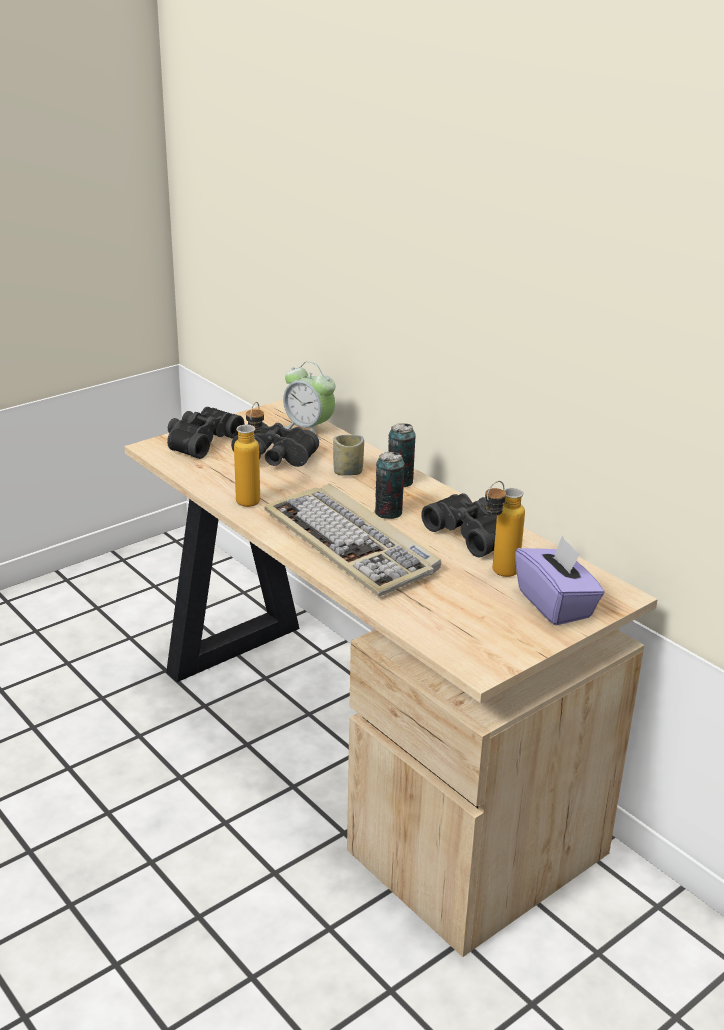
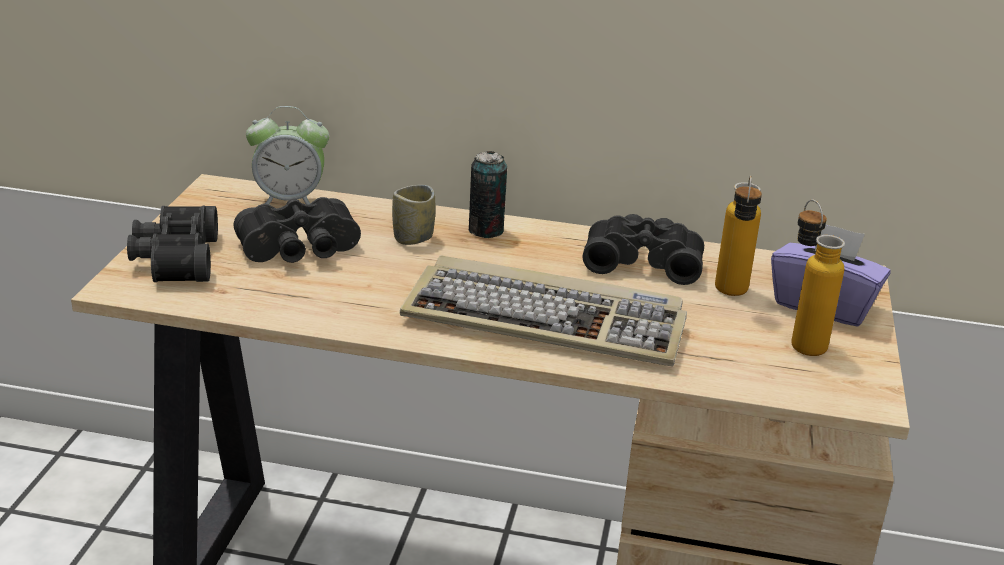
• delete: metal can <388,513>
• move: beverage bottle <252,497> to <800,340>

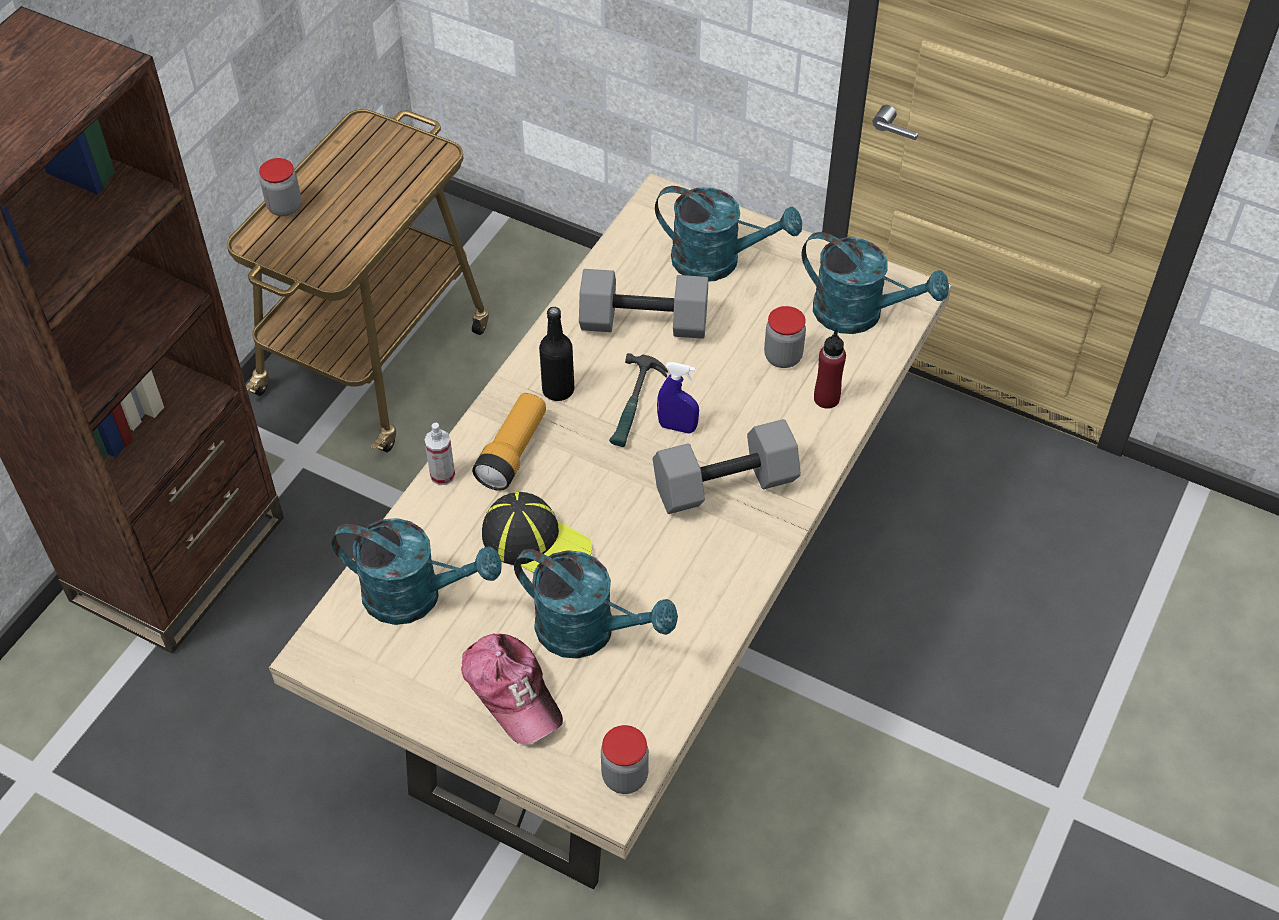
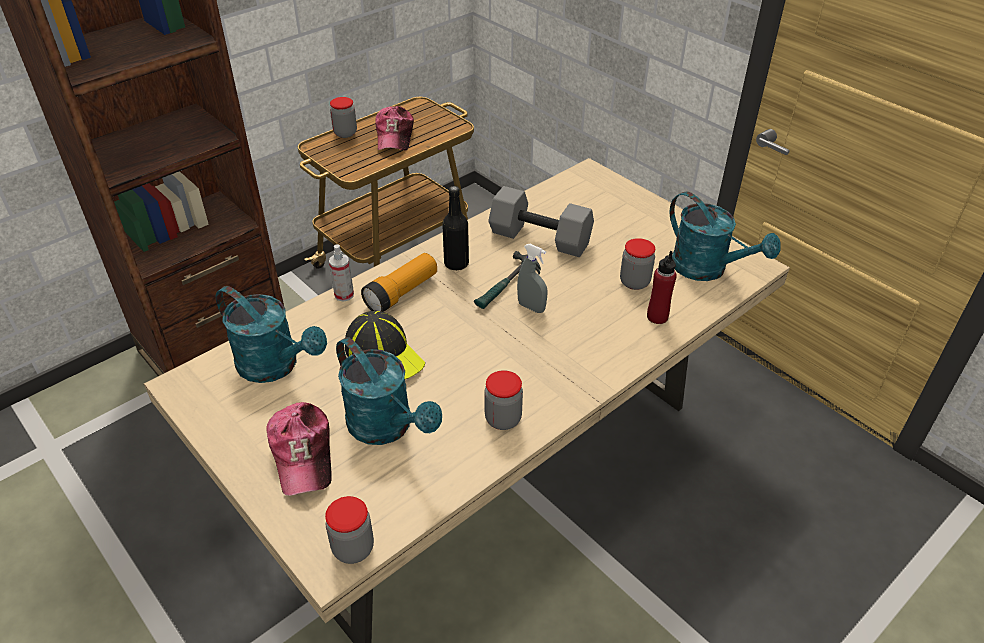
• delete: grey dumbbell <725,483>
• delete: turquoise-coloured watering pot <718,261>
• insert: cap <395,136>
• insert: preserve jar <503,419>
• recolor: blue-coloured spray bottle <677,427> to grey spray bottle <531,307>

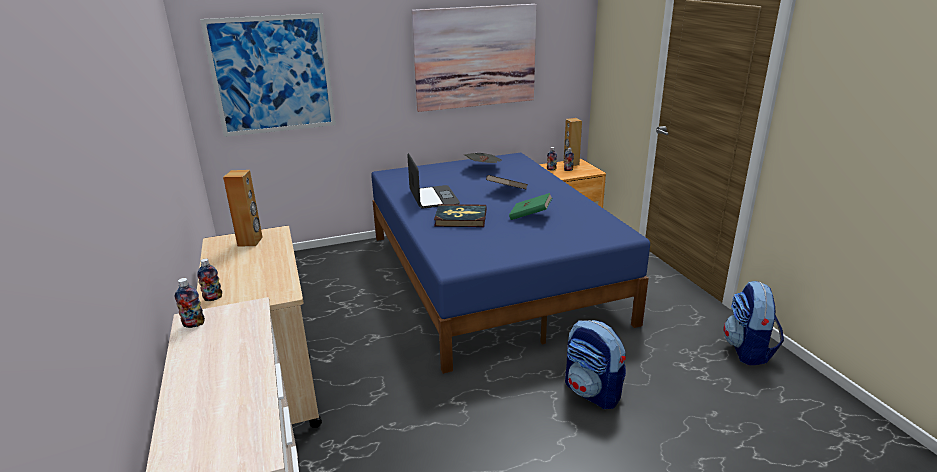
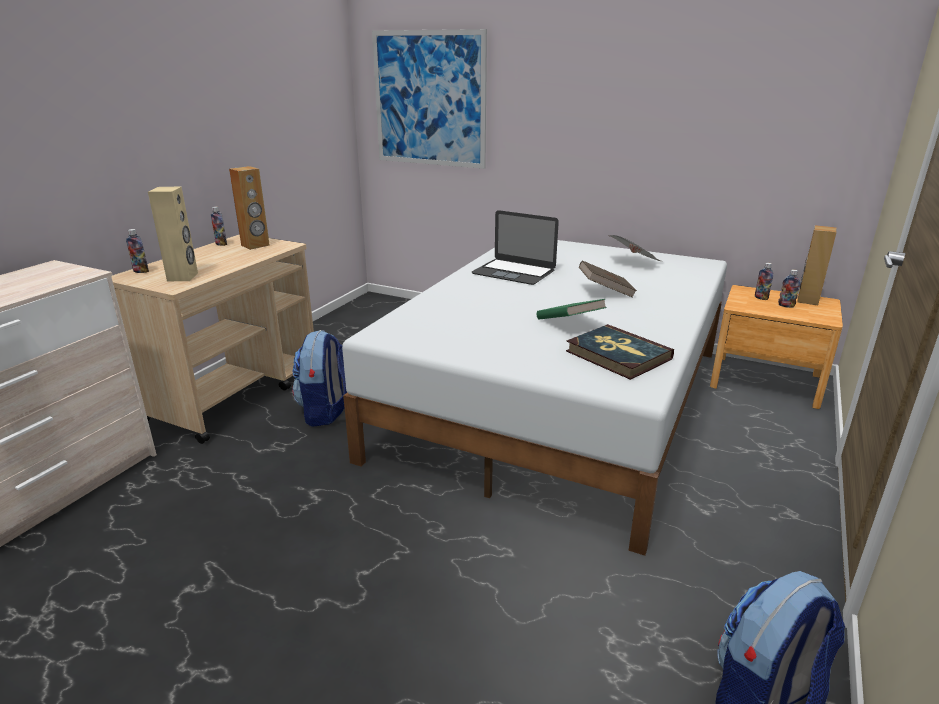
• delete: picture <475,57>
• insert: sand-coloured loudspeaker <183,277>
• move: beverage bottle <194,324> to <221,244>
• move: volume <460,218> to <618,355>
• move: rucksack <593,392> to <325,412>
• recolor: blue-coloured bedroom bed <491,276> to white-coloured bedroom bed <559,401>
• rotate: laptop <433,197> = <513,272> 90 degrees clockwise

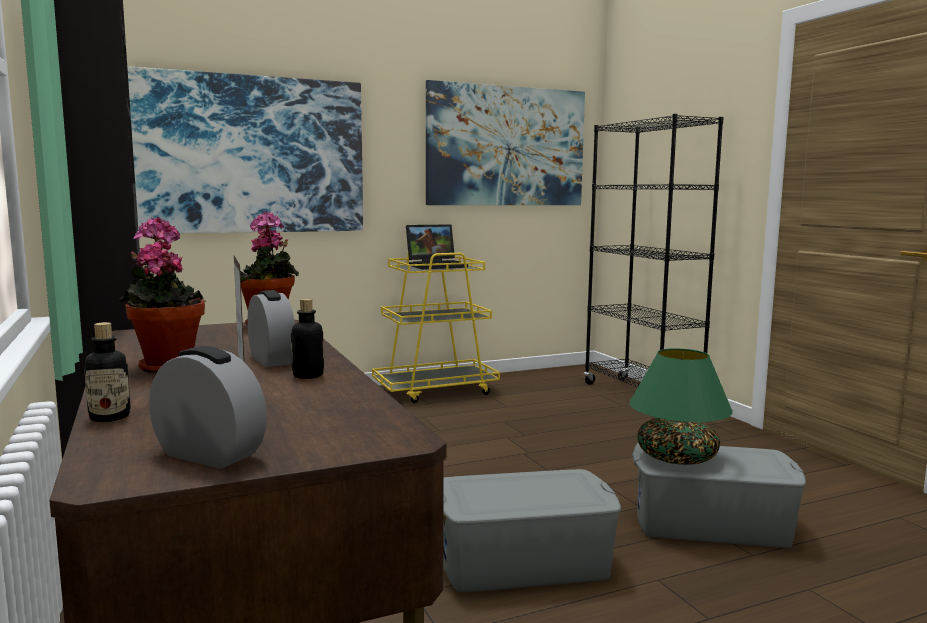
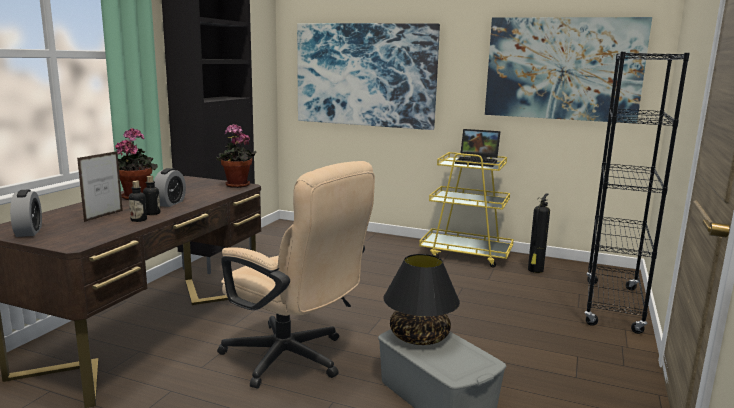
• insert: extinguisher <535,270>
• move: beverage bottle <109,417> to <138,220>
• replace: grey storage bin <524,563> to sand-coloured computer chair <293,360>
• recolor: green-coloured lamp for a table <676,458> to black-coloured lamp for a table <418,337>

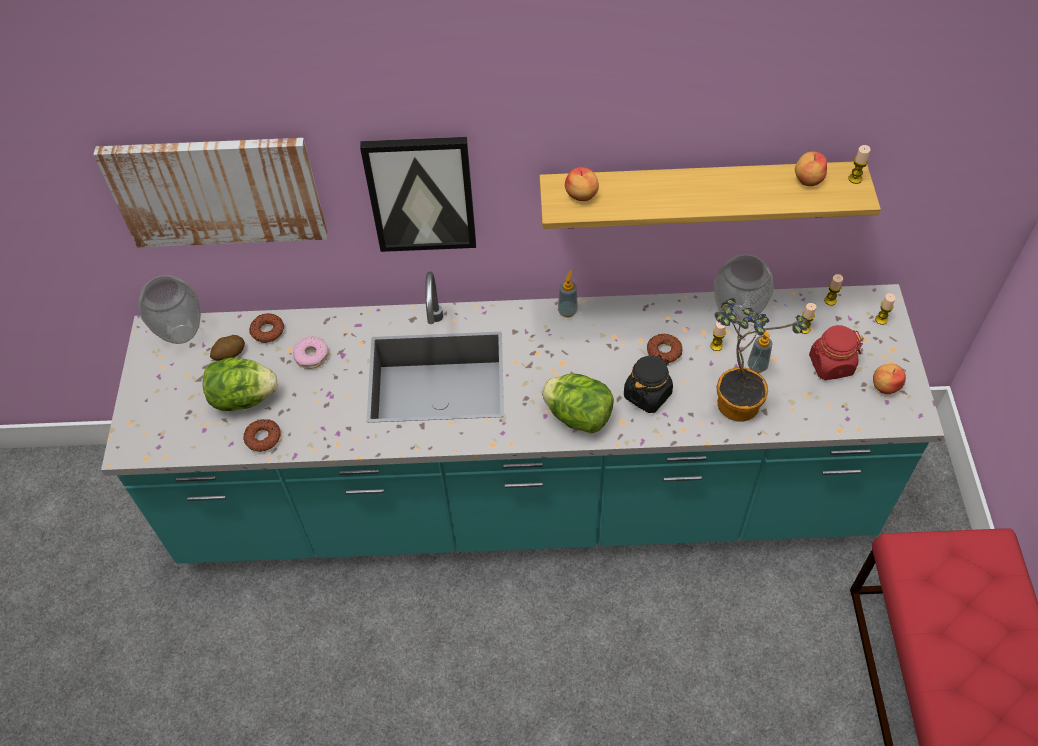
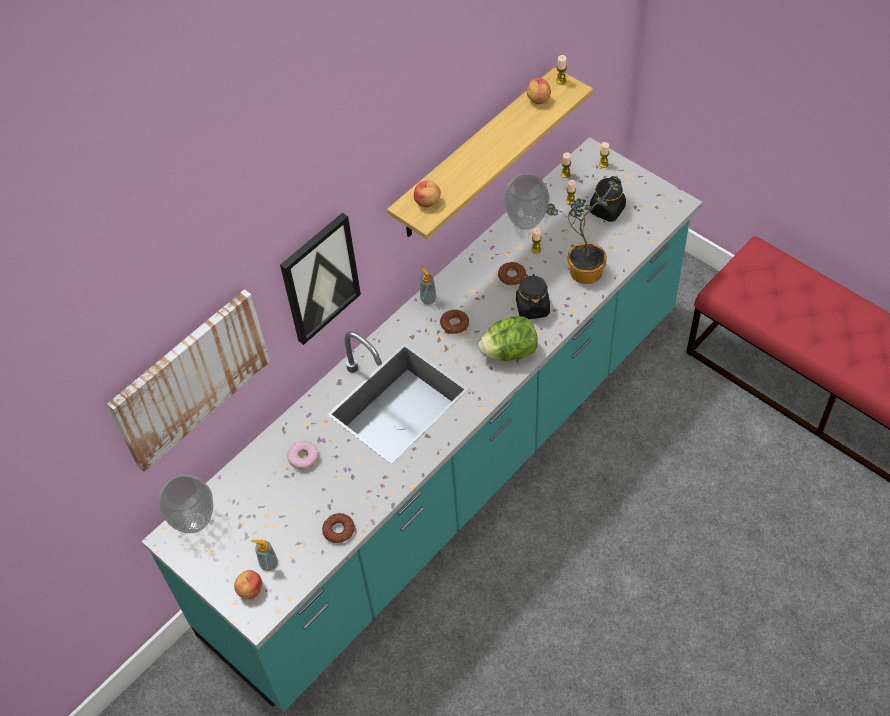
• delete: head of lettuce <243,398>
• delete: whole potato <230,354>
• move: donut <267,331> to <454,324>
• move: soap bottle <757,366> to <269,563>
• move: whole apple <885,386> to <250,589>
• recolor: red preserve jar <830,365> to black-coloured preserve jar <607,210>

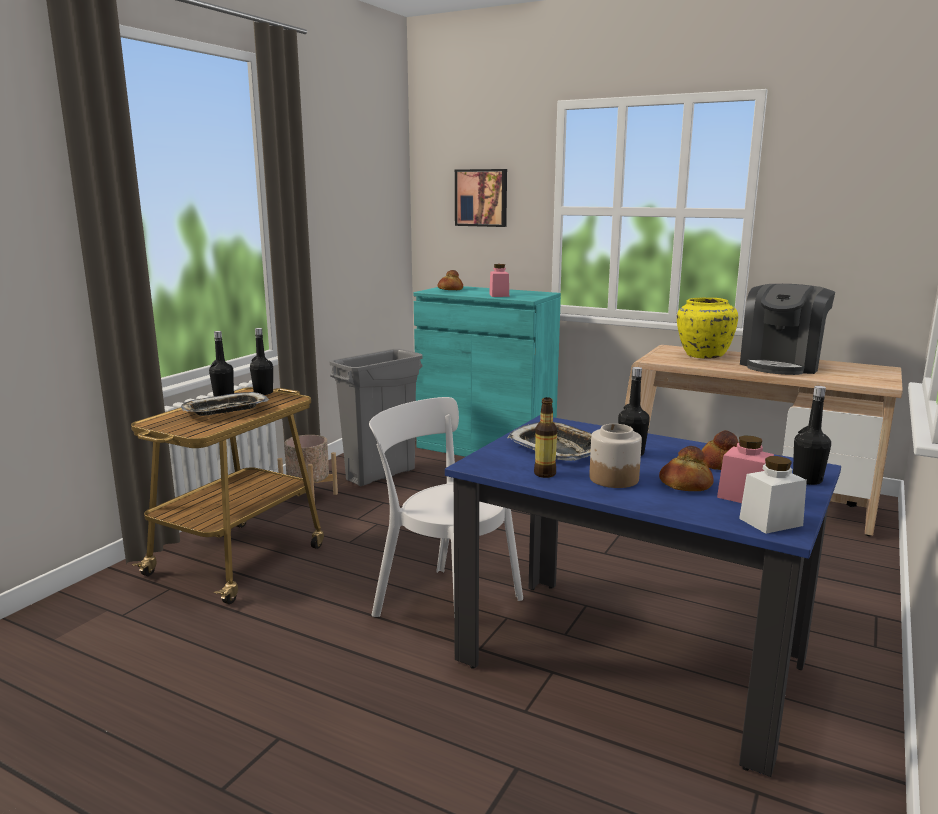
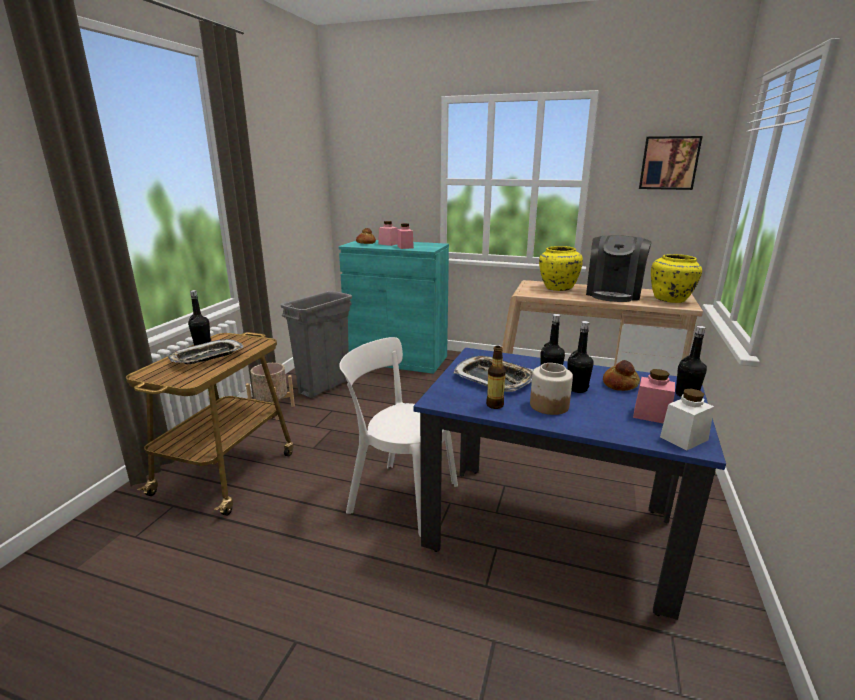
• delete: bread <685,485>
• insert: pink preserve jar <388,244>
• insert: yellow decorative vase <671,300>
• move: black-coloured beverage bottle <263,393> to <577,389>
• move: picture <482,198> to <669,163>

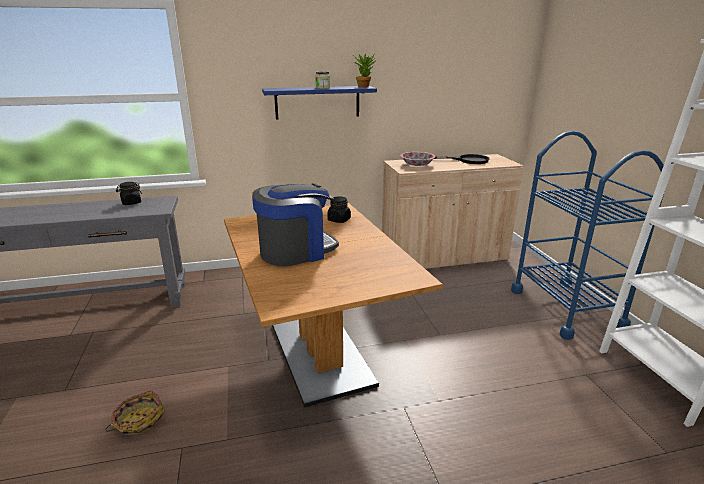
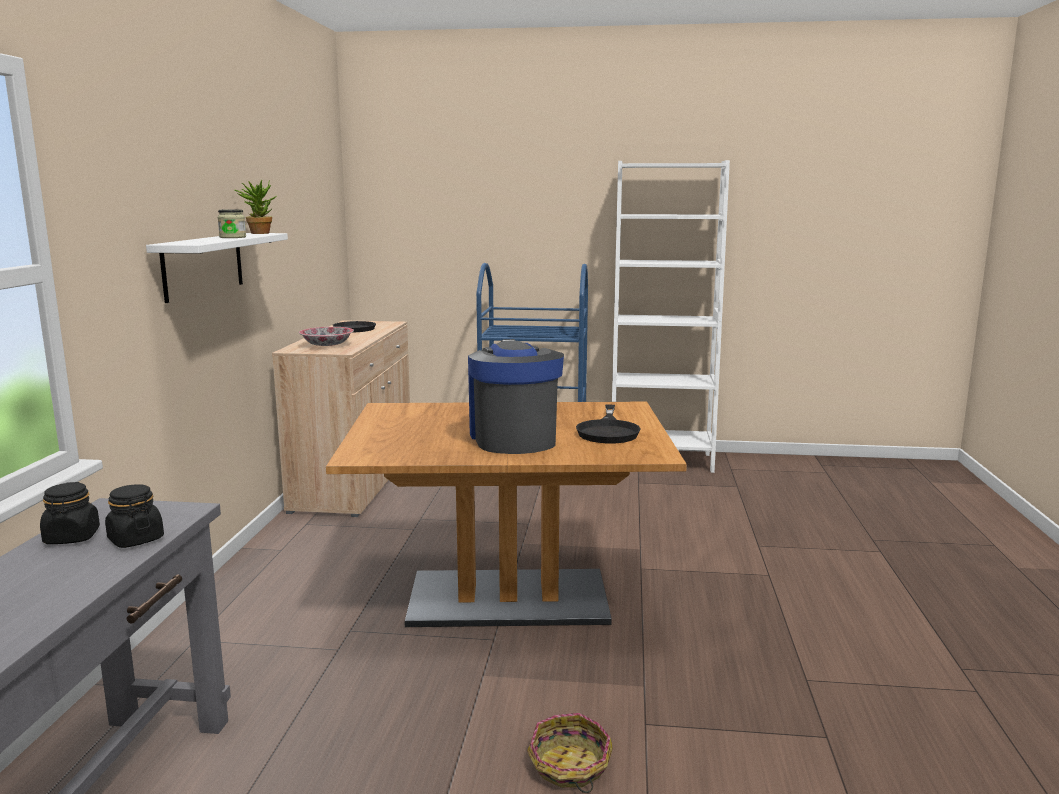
• insert: black-coloured pan <608,431>
• move: black-coloured preserve jar <339,220> to <135,539>
• recolor: blue-coloured wall shelf <317,102> to white-coloured wall shelf <203,265>

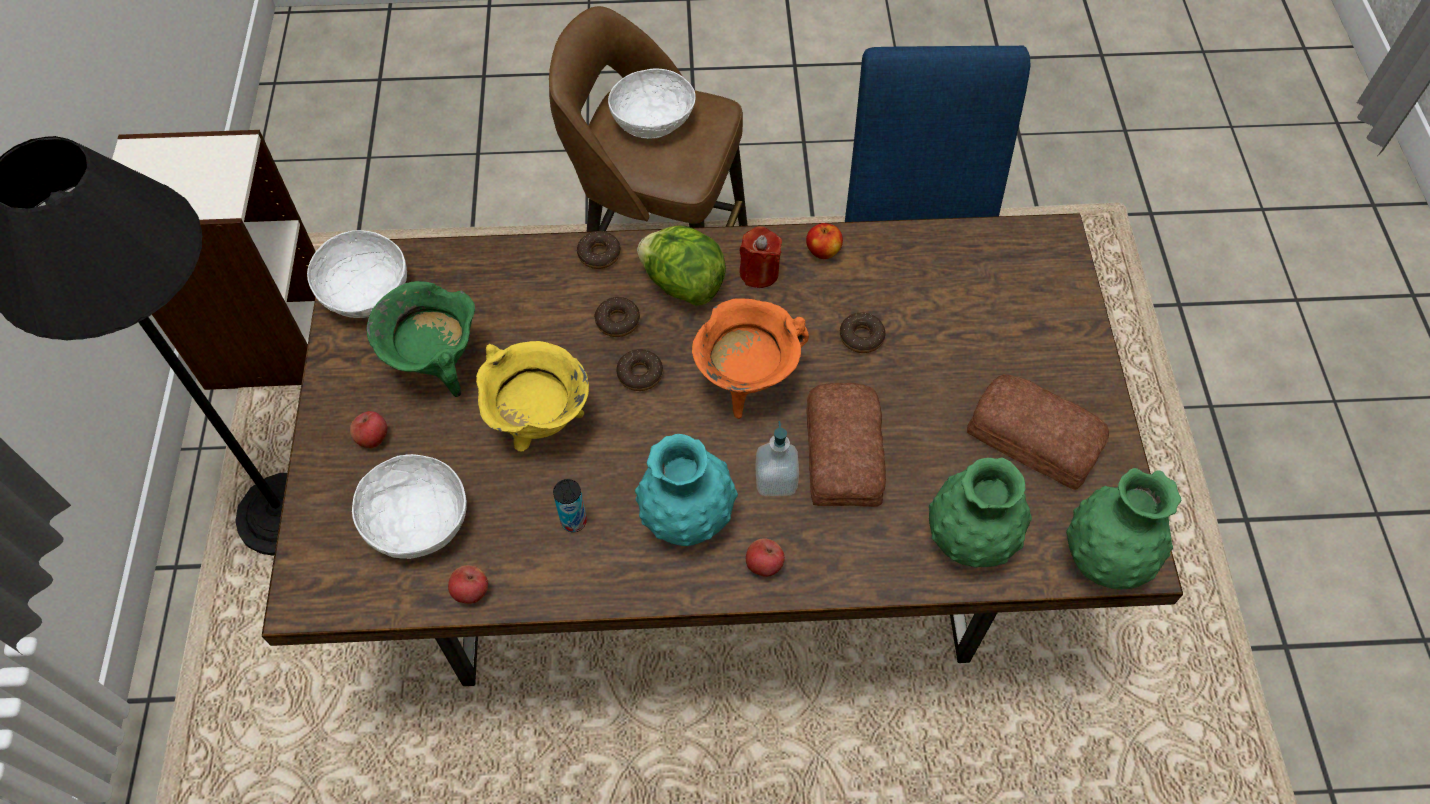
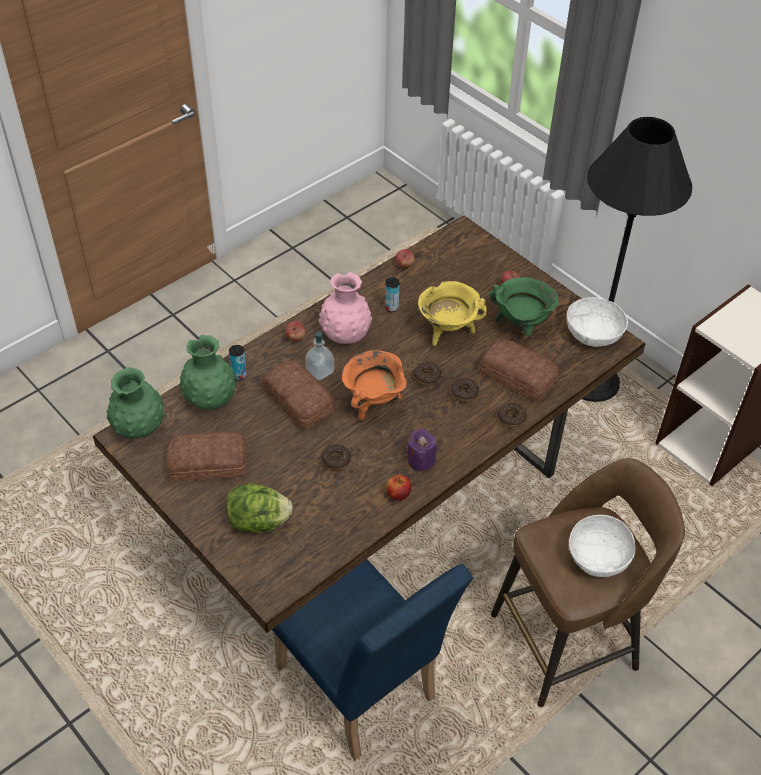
• delete: white-coloured serving bowl <417,521>
• insert: metal can <239,375>
• insert: bread <518,374>
• move: head of lettuce <682,284> to <259,522>
• recolor: turquoise-coloured decorative vase <687,517> to pink decorative vase <345,335>
• recolor: red candle <759,272> to purplish candle <421,461>

